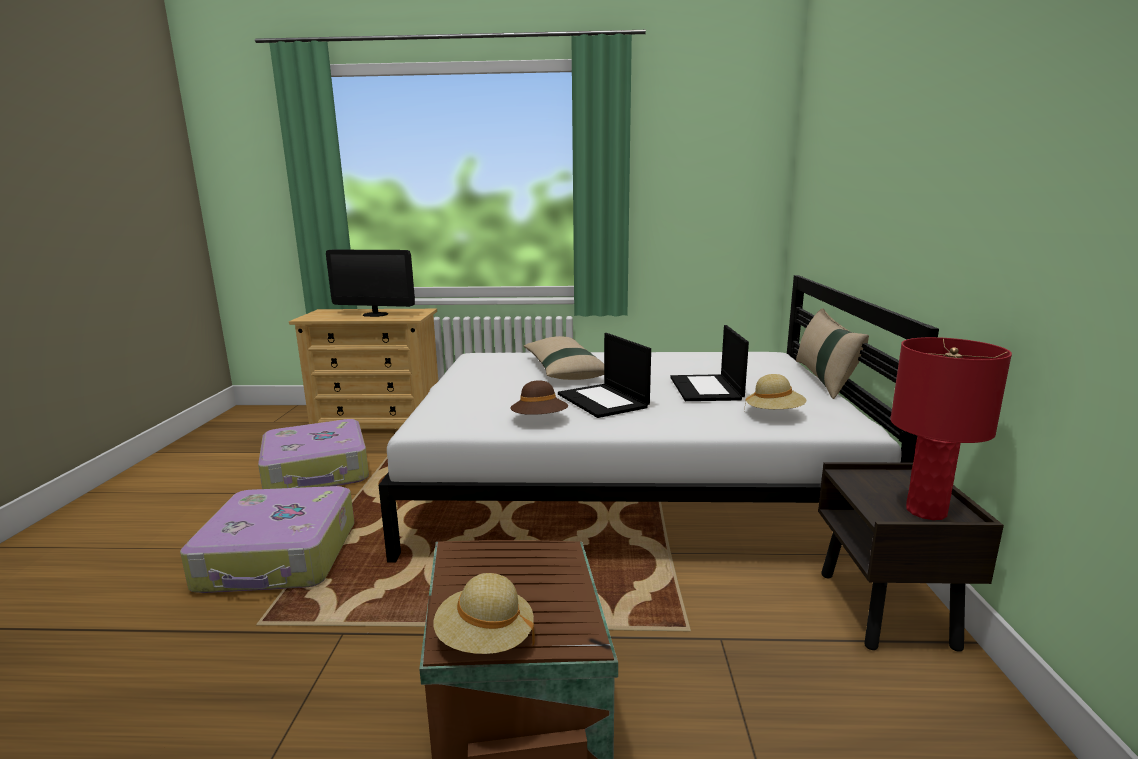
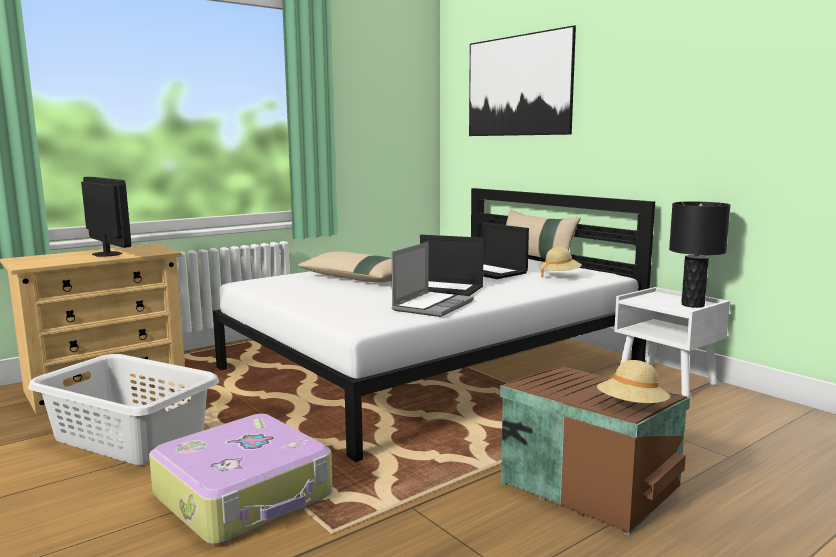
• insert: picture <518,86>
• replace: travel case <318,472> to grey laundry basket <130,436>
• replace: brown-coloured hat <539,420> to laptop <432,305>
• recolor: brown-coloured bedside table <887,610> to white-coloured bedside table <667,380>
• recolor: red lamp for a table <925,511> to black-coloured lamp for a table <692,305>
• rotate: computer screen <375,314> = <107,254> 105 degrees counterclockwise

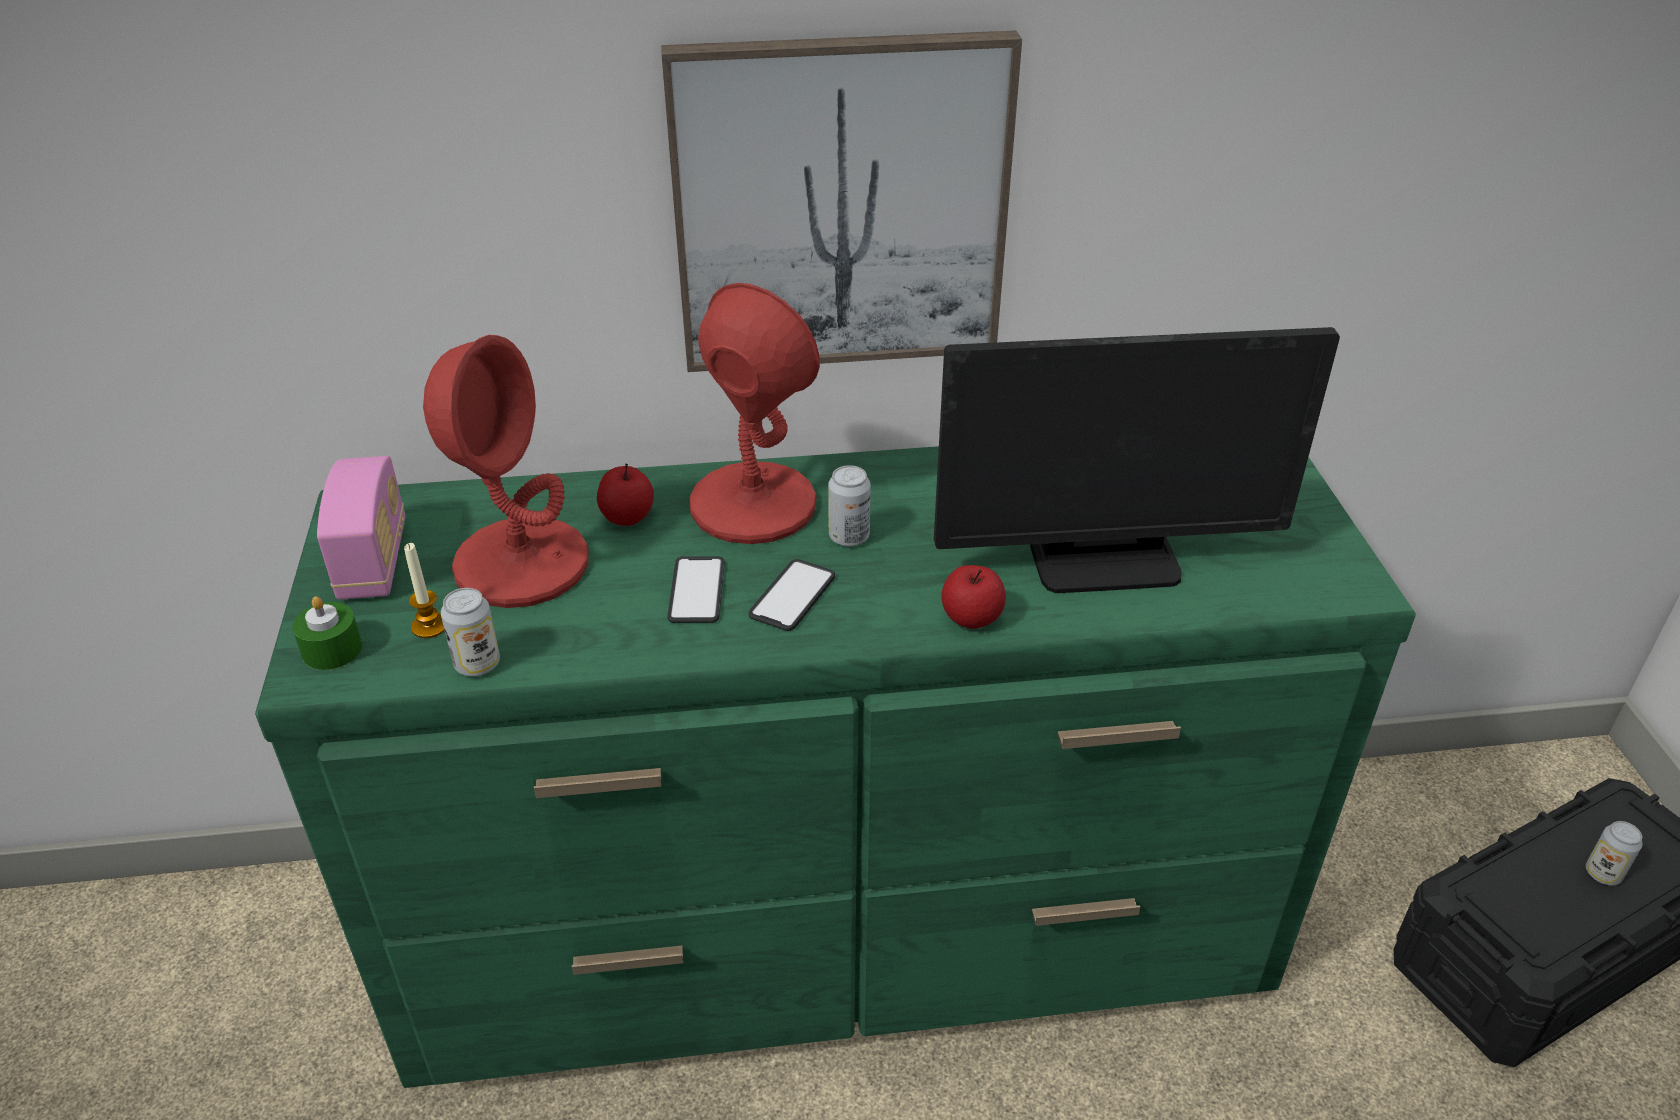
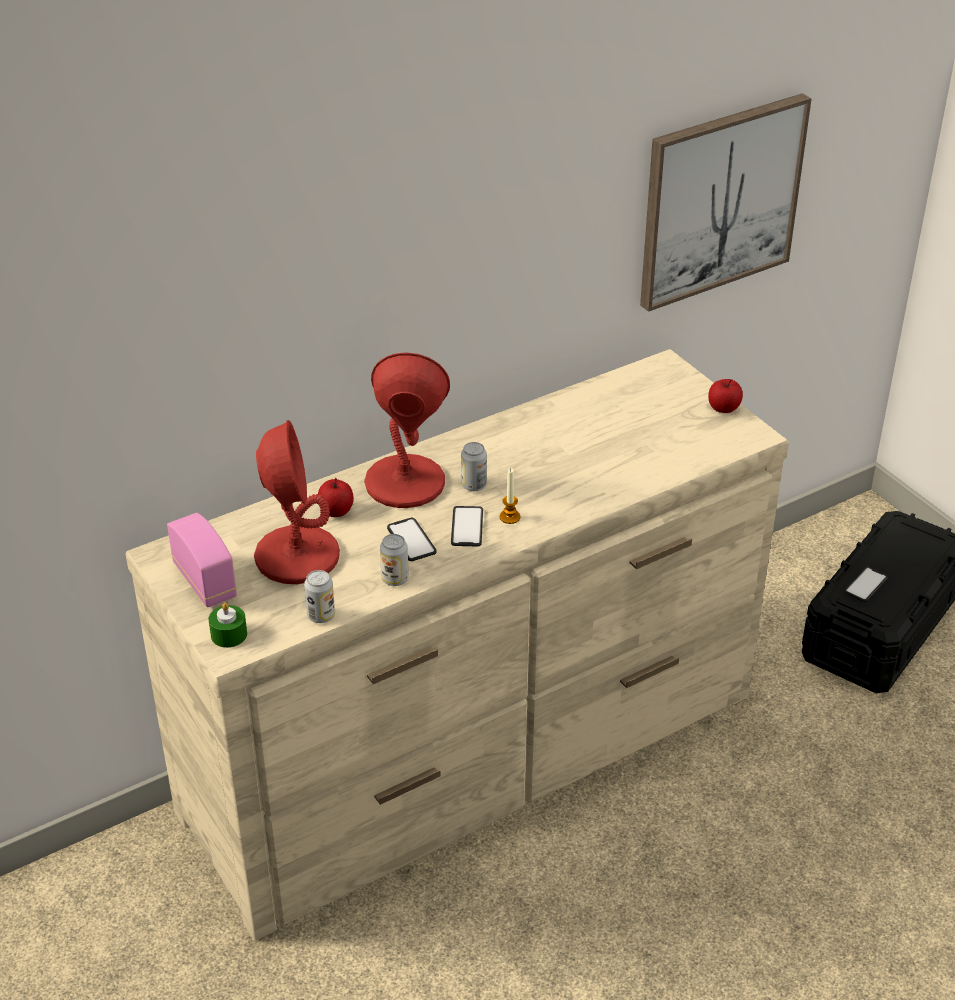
• delete: computer screen <1104,560>
• insert: handset <865,585>
• move: candle <429,626> to <509,517>
• move: picture <840,206> to <720,200>
• move: whole apple <971,618> to <724,408>
• move: metal can <1602,874> to <395,579>
• recolor: green-coloured drawer chest <841,928> to sand-coloured drawer chest <475,754>

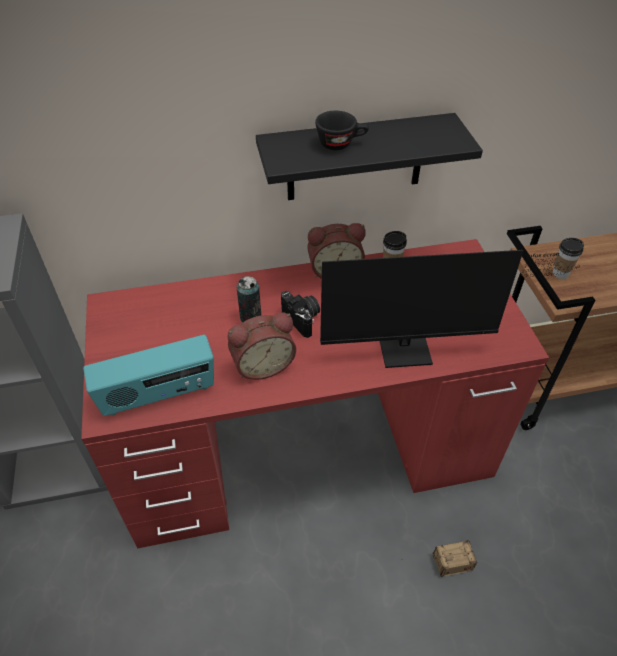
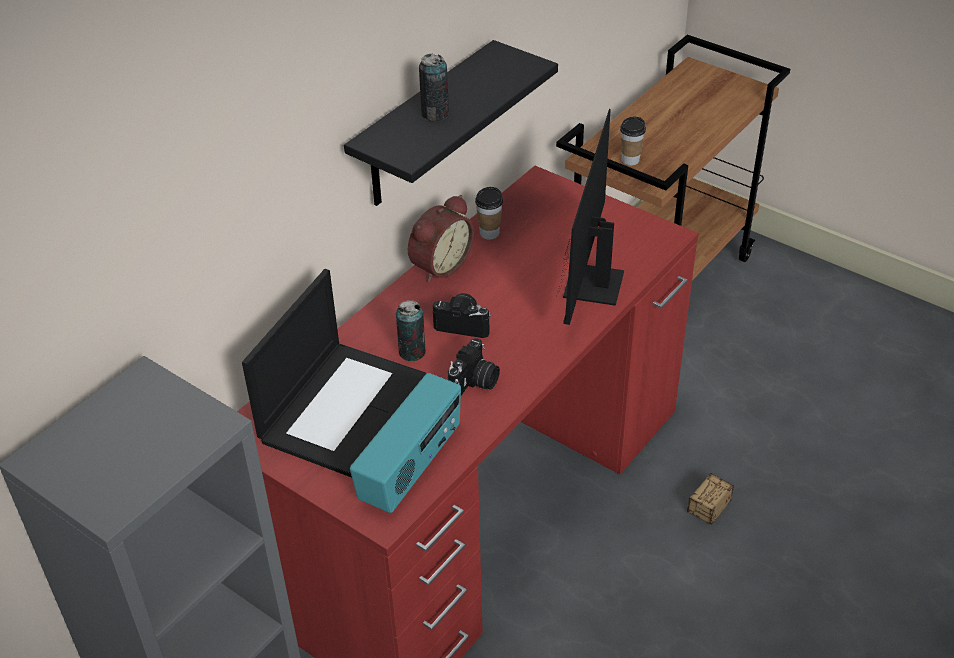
• insert: laptop <343,406>
• replace: alarm clock <262,364> to still camera <474,383>
• replace: black-coloured drinking cup <341,143> to metal can <435,114>
• rotate: computer screen <413,349> = <589,290> 150 degrees clockwise

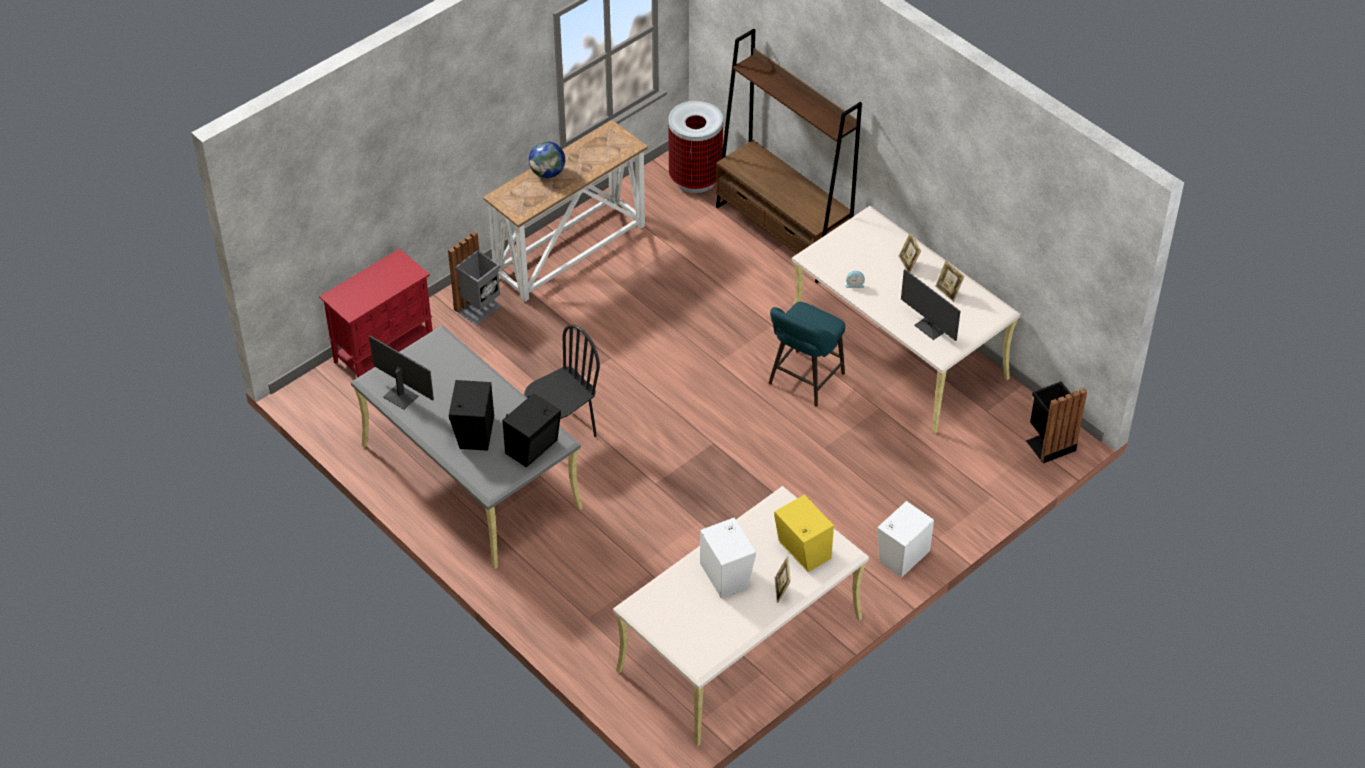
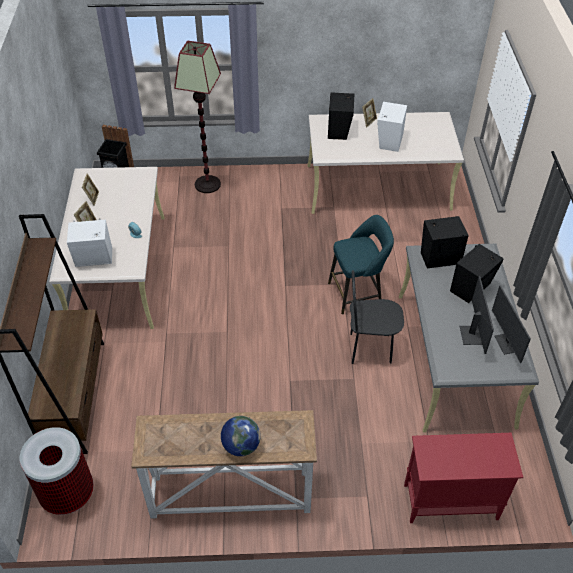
• delete: grey rubbish bin <479,308>
• insert: standard lamp <208,184>
• move: turquoise-coloured stool <804,381> to <357,293>
• move: white-coloured loudspeaker <902,555> to <94,259>
• move: computer screen <930,328> to <471,335>
• recolor: yellow loudspeaker <803,552> to black-coloured loudspeaker <339,129>

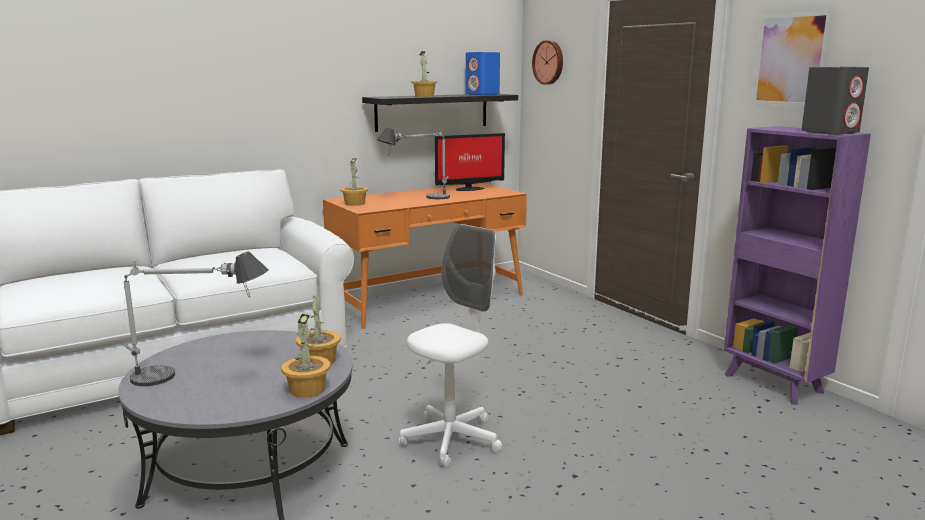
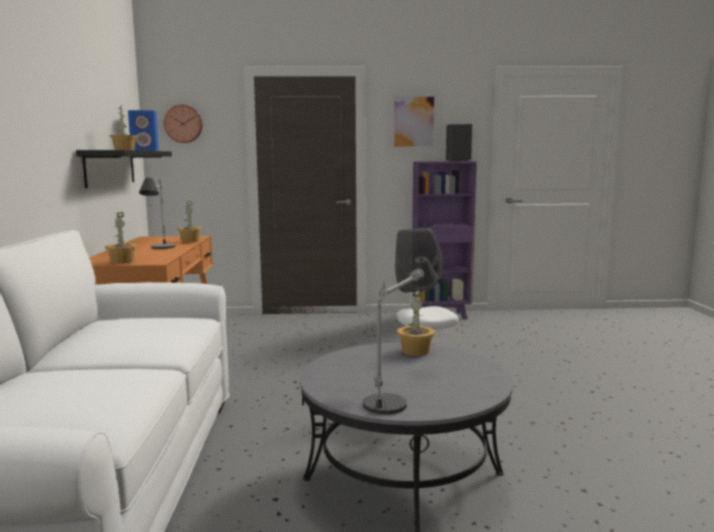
• delete: computer screen <468,189>
• move: houseplant <308,389> to <190,241>

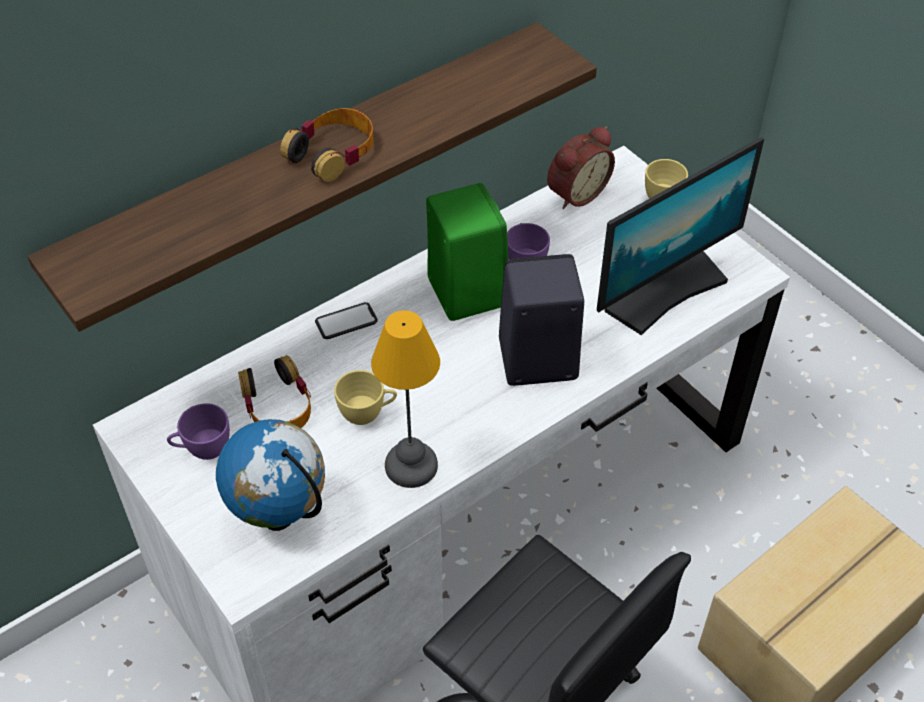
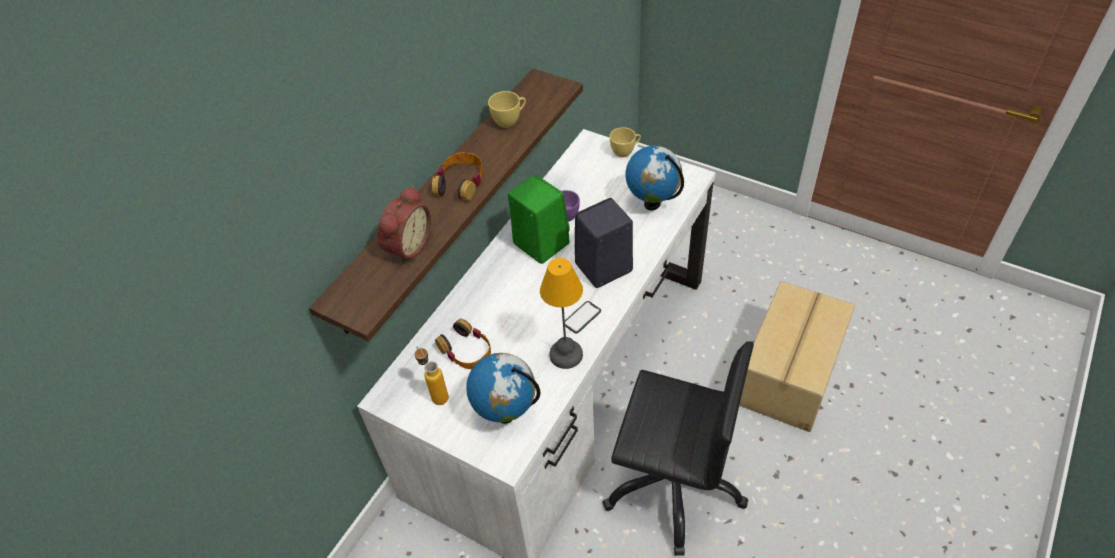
• move: handset <346,321> to <582,317>
• move: yellow drinking cup <367,413> to <510,120>
• move: alarm clock <575,192> to <406,246>
• replace: purplish drinking cup <203,449> to beverage bottle <436,394>
• replace: computer screen <664,291> to world globe <652,204>

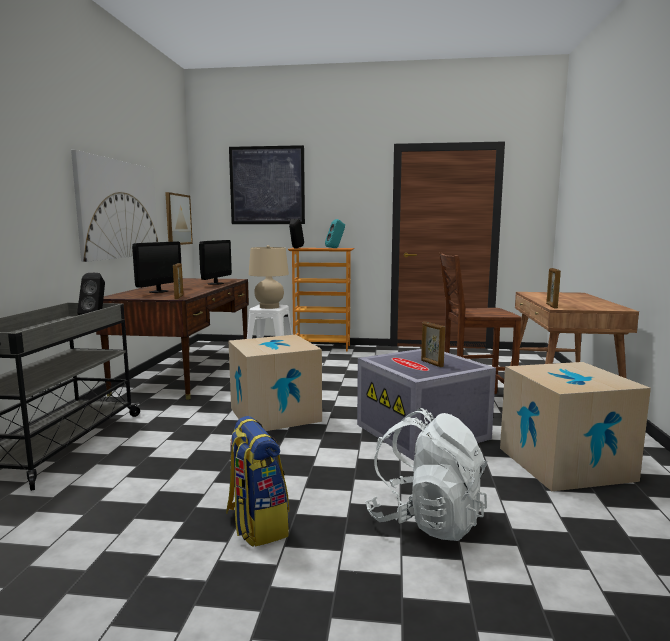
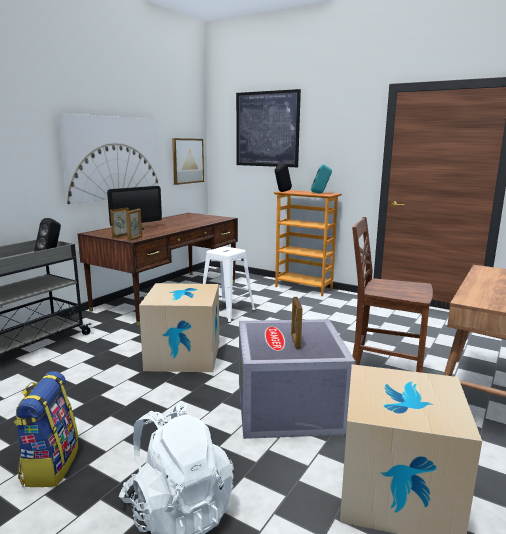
• delete: computer screen <215,283>
• delete: sand-coloured lamp for a table <269,307>
• move: picture frame <551,306> to <121,236>

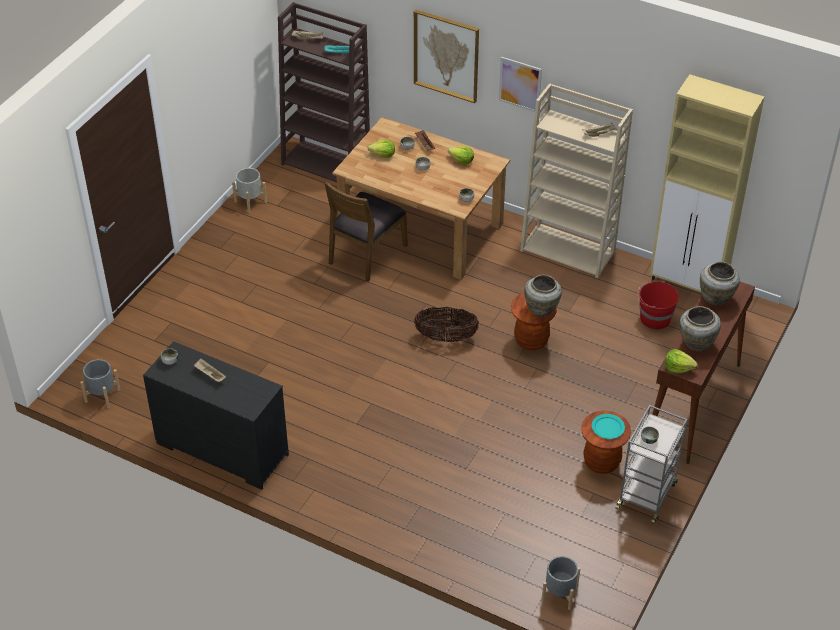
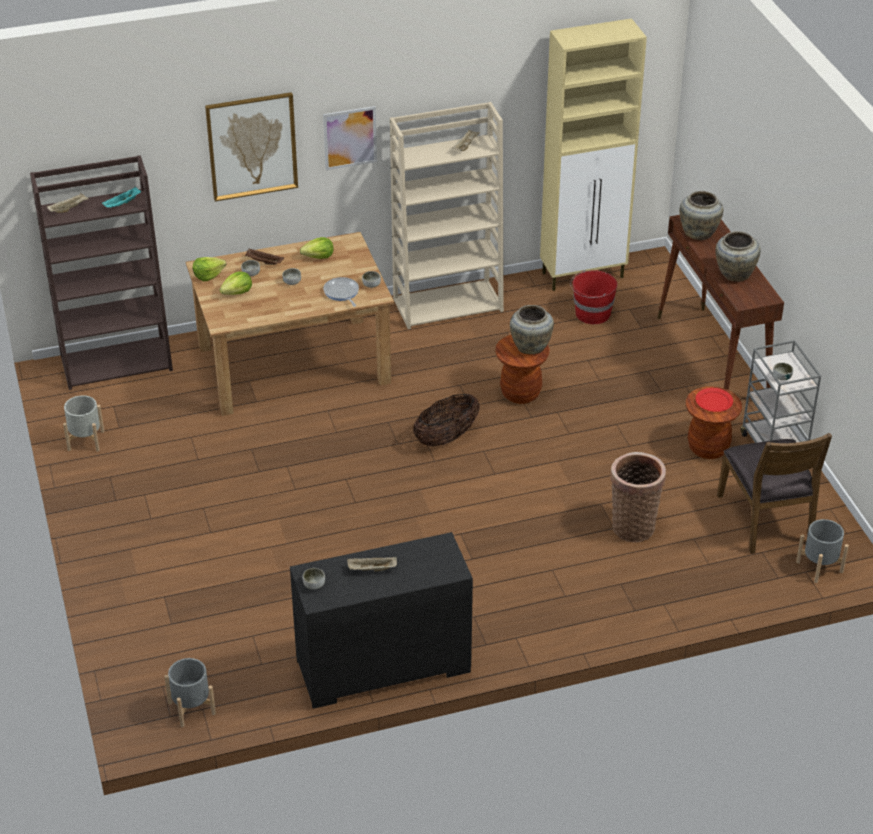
• insert: pan <342,293>
• insert: storage basket <633,525>
• move: brown-coloured plain chair <366,254> to <766,519>
• move: head of lettuce <678,367> to <208,275>
• recolor: turquoise-coloured dinner plate <607,428> to red dinner plate <714,402>

